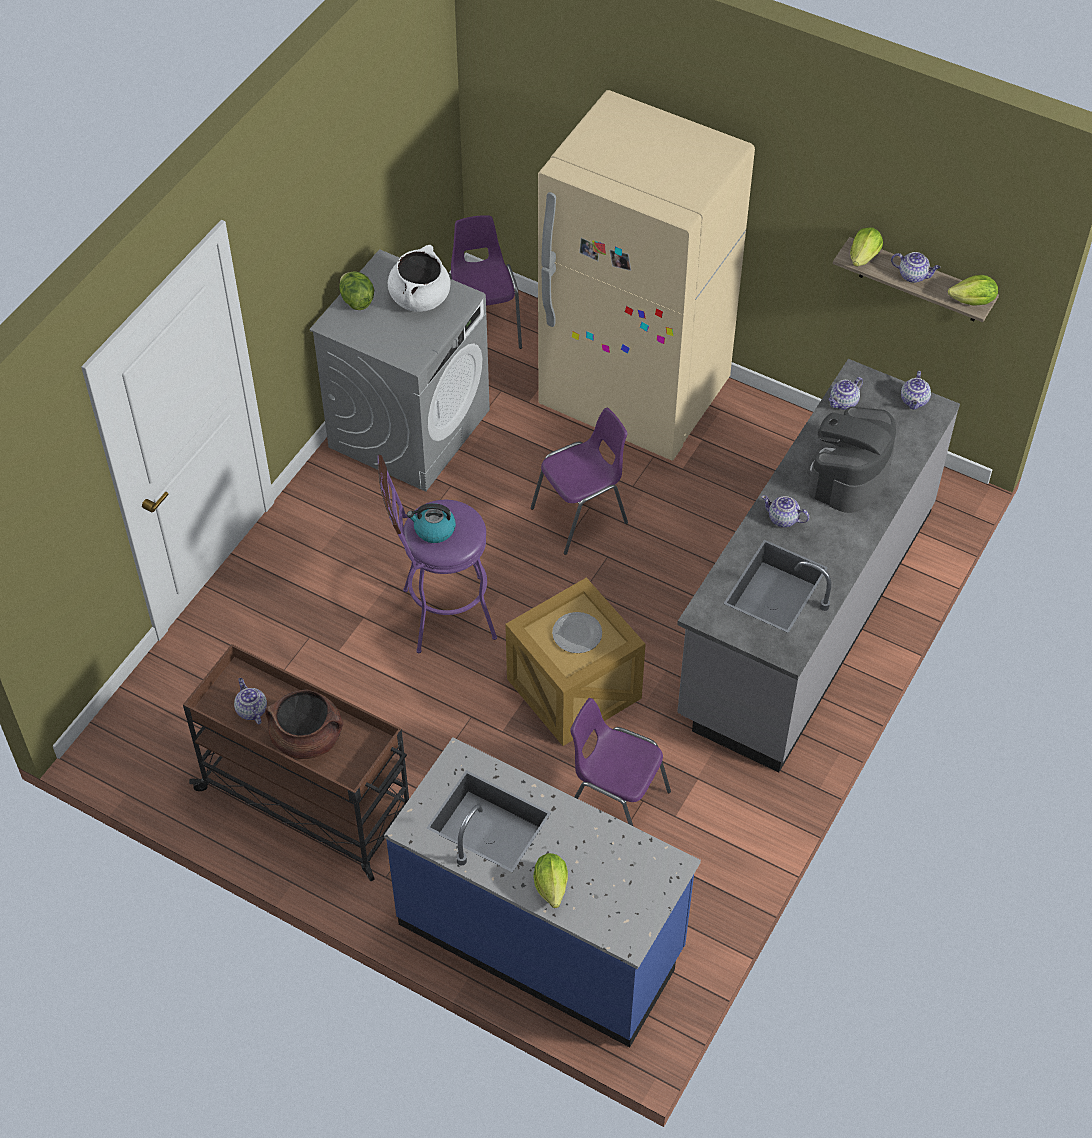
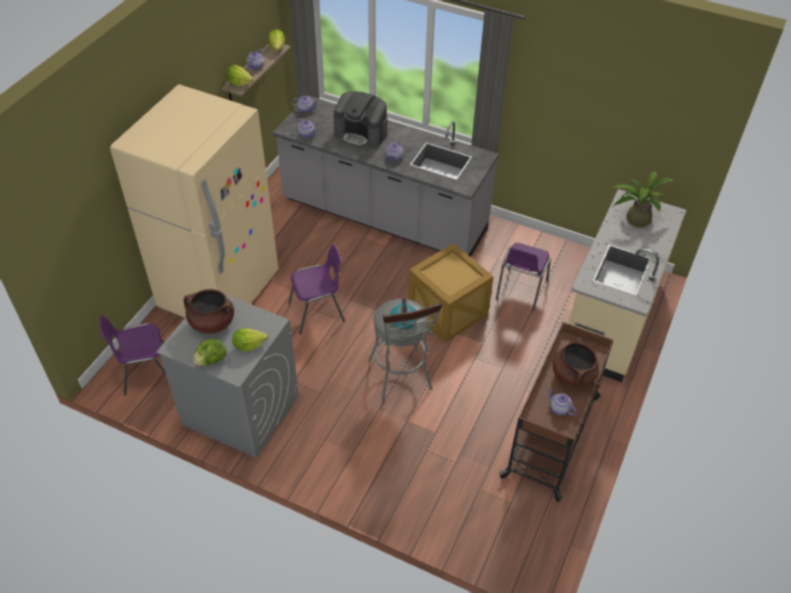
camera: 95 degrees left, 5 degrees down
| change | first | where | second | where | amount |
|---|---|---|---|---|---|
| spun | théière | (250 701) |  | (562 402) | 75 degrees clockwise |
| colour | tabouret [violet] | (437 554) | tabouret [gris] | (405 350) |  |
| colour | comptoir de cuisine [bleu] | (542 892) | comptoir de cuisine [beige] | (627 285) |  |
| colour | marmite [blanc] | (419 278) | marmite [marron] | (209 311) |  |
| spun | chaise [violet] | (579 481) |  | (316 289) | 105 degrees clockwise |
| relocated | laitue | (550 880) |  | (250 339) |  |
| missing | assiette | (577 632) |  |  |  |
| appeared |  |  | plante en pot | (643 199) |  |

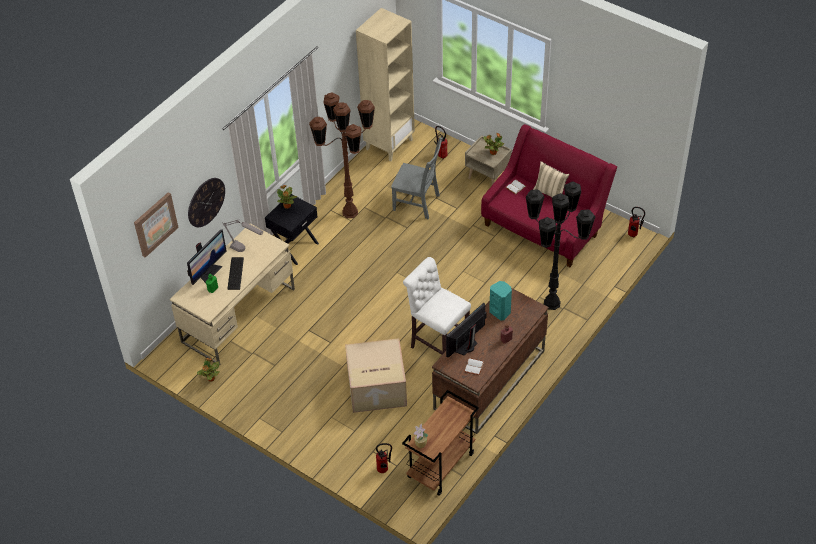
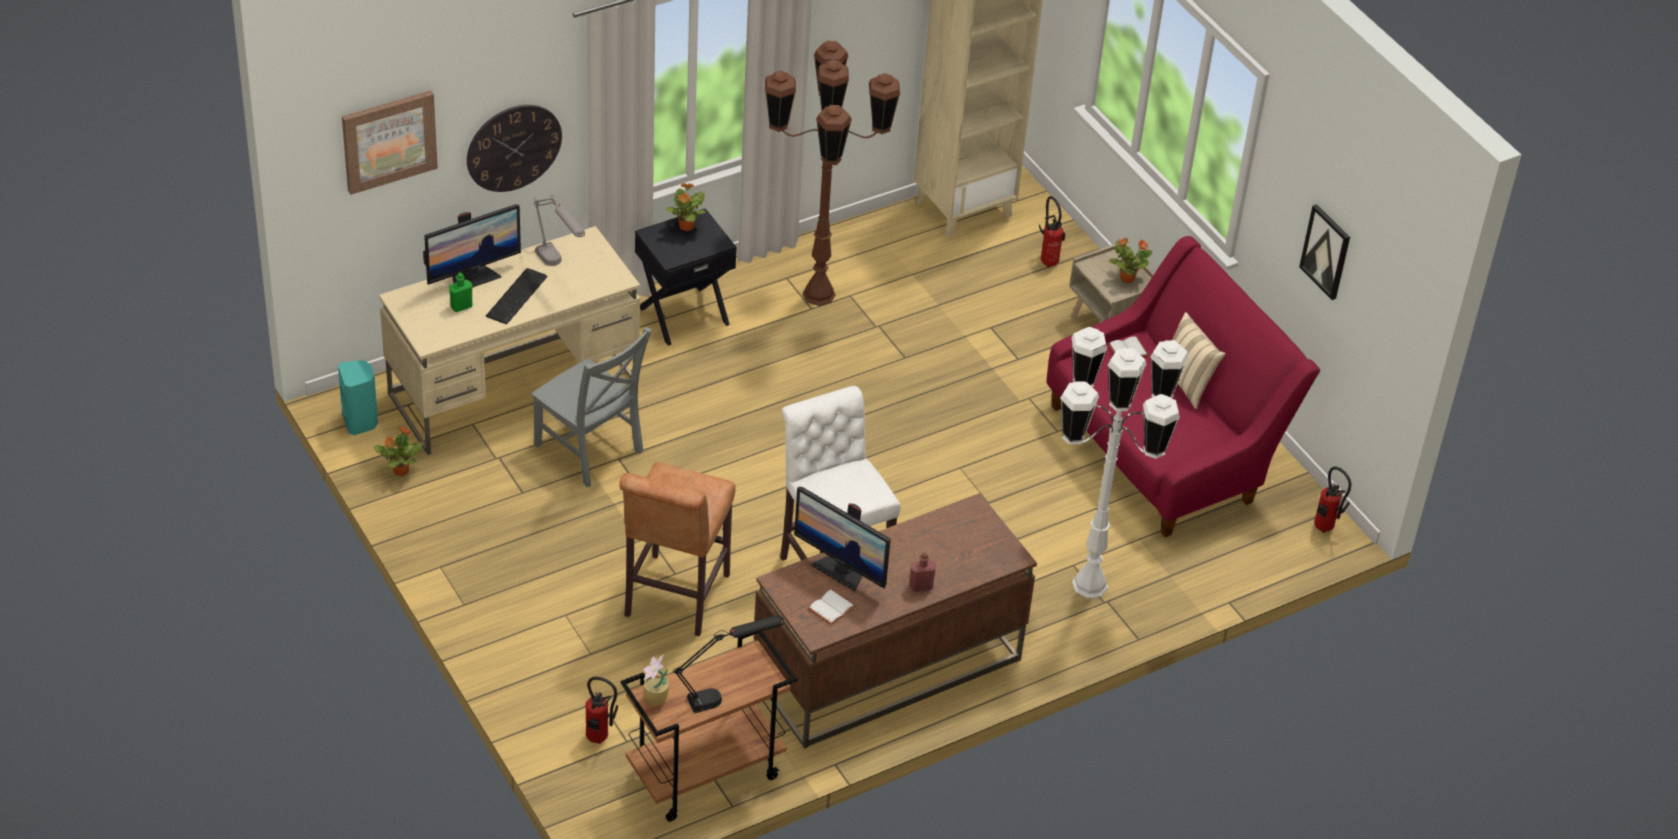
camera: 20 degrees right, 5 degrees down
| change | first | where | second | where | amount |
|---|---|---|---|---|---|
| exchanged | carton | (376 375) | tabouret [marron] | (677 549) |  |
| relocated | chaise [gris] | (417 178) |  | (591 407) |  |
| spun | écran d'ordinateur | (466 330) |  | (842 539) | 120 degrees counterclockwise |
| relocated | enceinte [turquoise] | (500 301) |  | (358 397) |  |
| colour | lampadaire [noir] | (560 246) | lampadaire [blanc] | (1124 462) |  |
| appeared |  |  | lampe de table [noir] | (728 664) |  |
| appeared |  |  | tableau | (1324 252) |  |

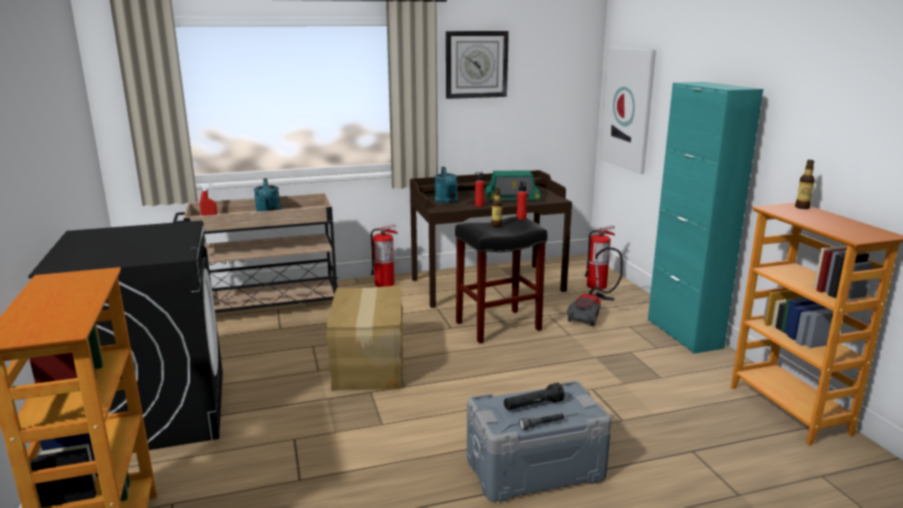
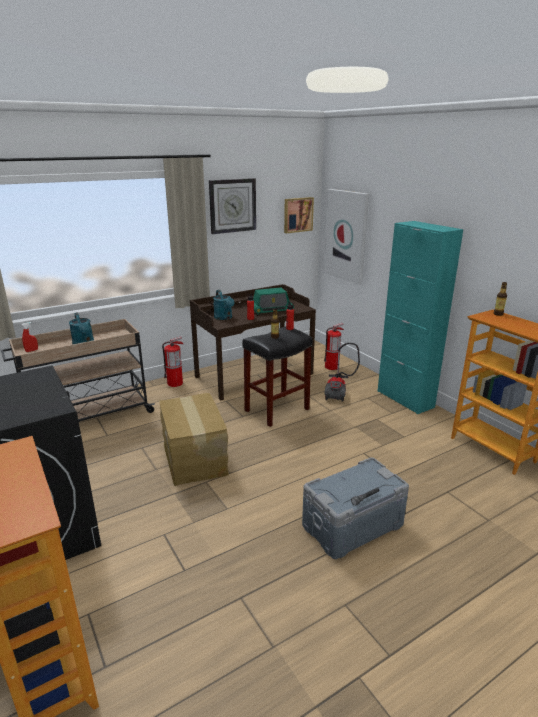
camera: 15 degrees left, 5 degrees up
| change | first | where | second | where | amount |
|---|---|---|---|---|---|
| missing | lampe de poche [noir] | (534 396) |  |  |  |
| appeared |  |  | tableau | (299 215) |  |

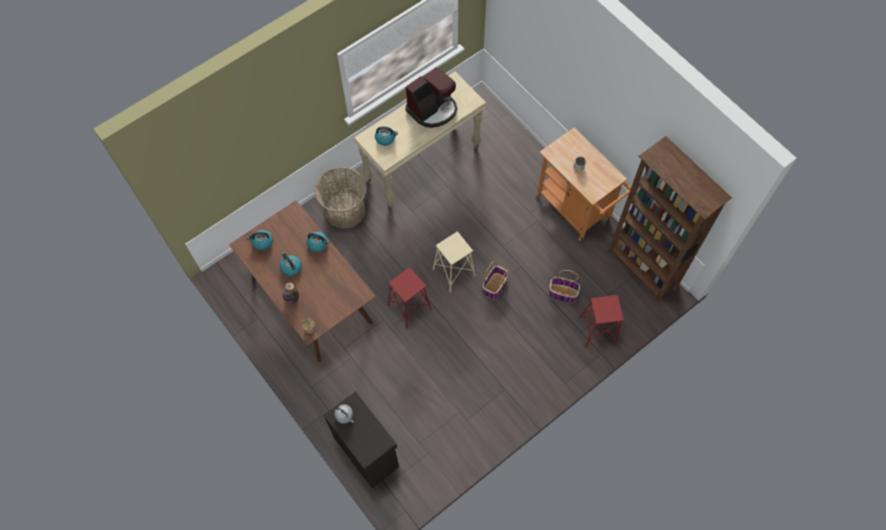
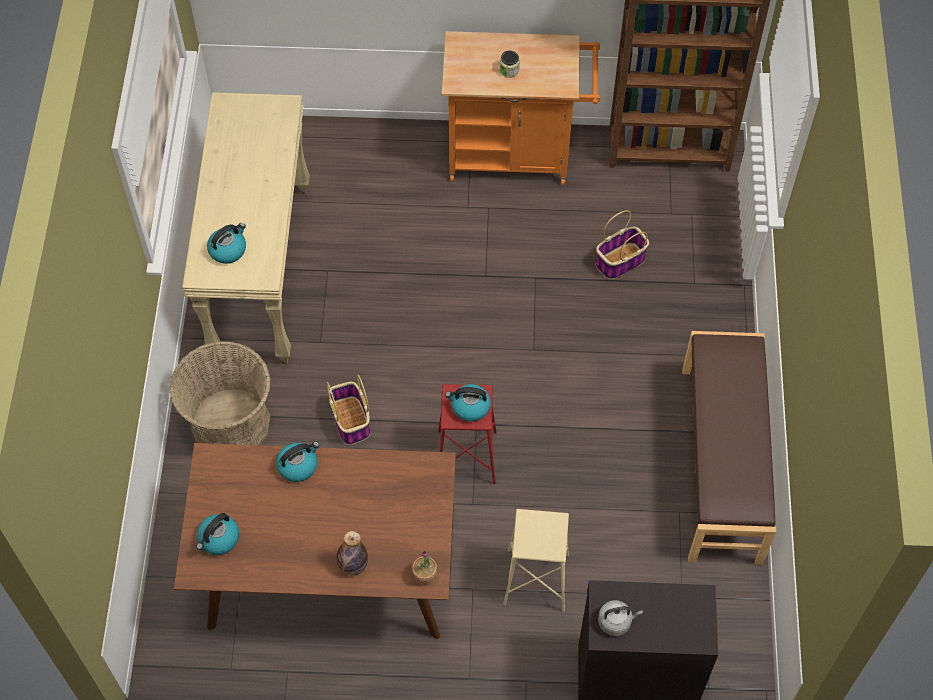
camera: 50 degrees left, 5 degrees down
| change | first | where | second | where | amount |
|---|---|---|---|---|---|
| relocated | bouilloire | (291 264) |  | (468 403) |  |
| missing | machine à café | (431 97) |  |  |  |
| relocated | tabouret [beige] | (454 262) |  | (536 560) |  |
| relocated | panier | (496 280) |  | (348 409) |  |
| missing | tabouret [rouge] | (601 321) |  |  |  |
| appeared |  |  | banc [marron] | (729 448) |  |

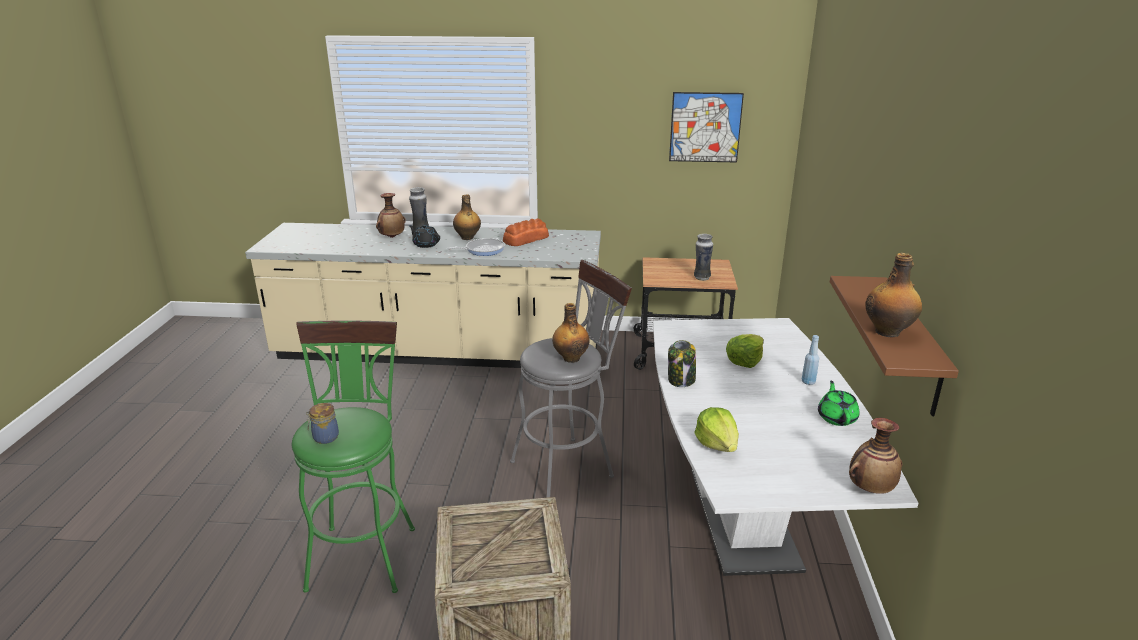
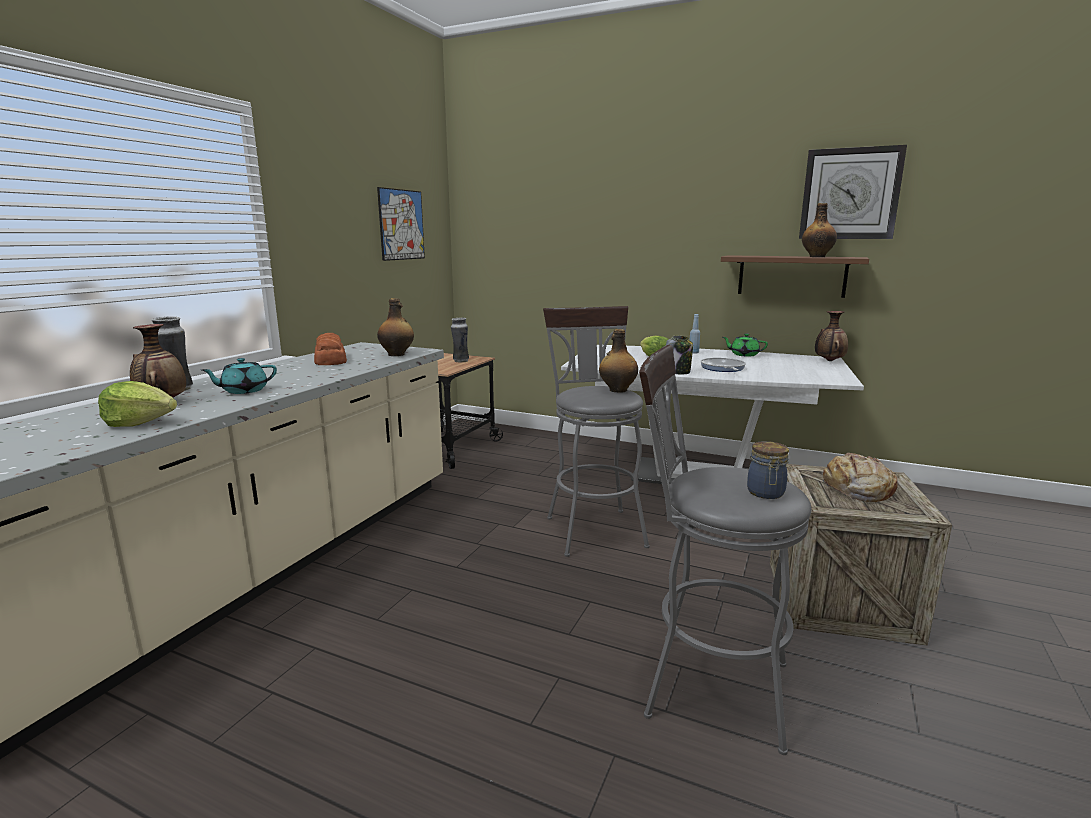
camera: 70 degrees left, 10 degrees down
| change | first | where | second | where | amount |
|---|---|---|---|---|---|
| colour | tabouret [vert] | (353 456) | tabouret [gris] | (725 549) |  |
| colour | théière [noir] | (424 236) | théière [turquoise] | (239 376) |  |
| relocated | poêle | (476 247) |  | (723 365) |  |
| relocated | bouteille | (467 217) |  | (395 327) |  |
| relocated | laitue | (716 429) |  | (137 404) |  |
| appeared |  |  | horloge murale | (853 192) |  |
| appeared |  |  | pain | (860 477) |  |

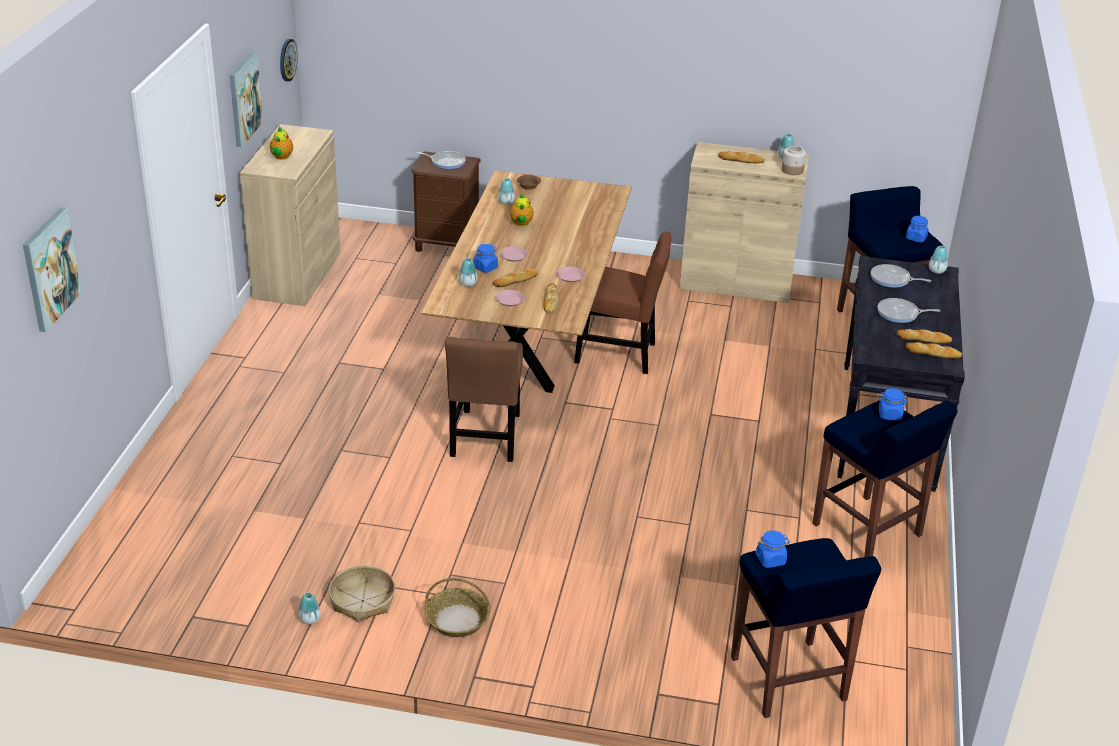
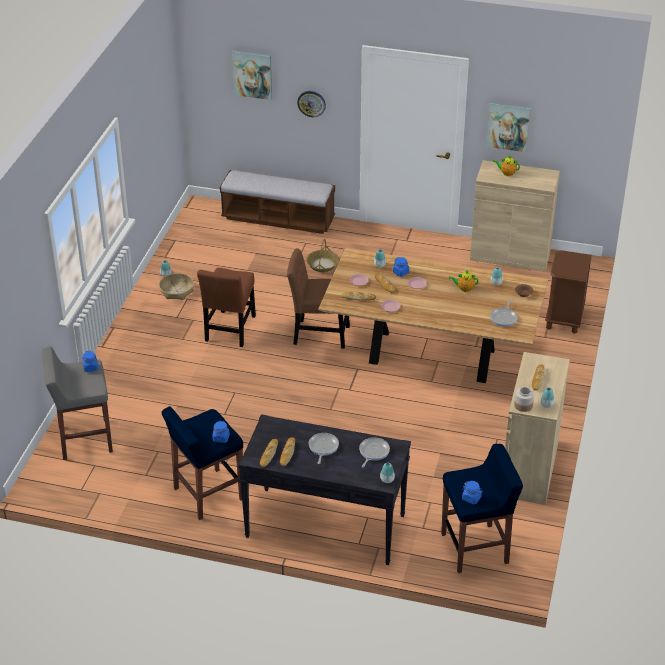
camera: 95 degrees right, 5 degrees up
| change | first | where | second | where | amount |
|---|---|---|---|---|---|
| relocated | horloge murale | (289 60) |  | (311 104) |  |
| relocated | poêle | (441 160) |  | (504 313) |  |
| relocated | panier | (458 607) |  | (322 255) |  |
| relocated | chaise [marron] | (622 302) |  | (226 307) |  |
| colour | tabouret [bleu] | (806 628) | tabouret [gris] | (77 403) |  |
| appeared |  |  | banc | (277 202) |  |

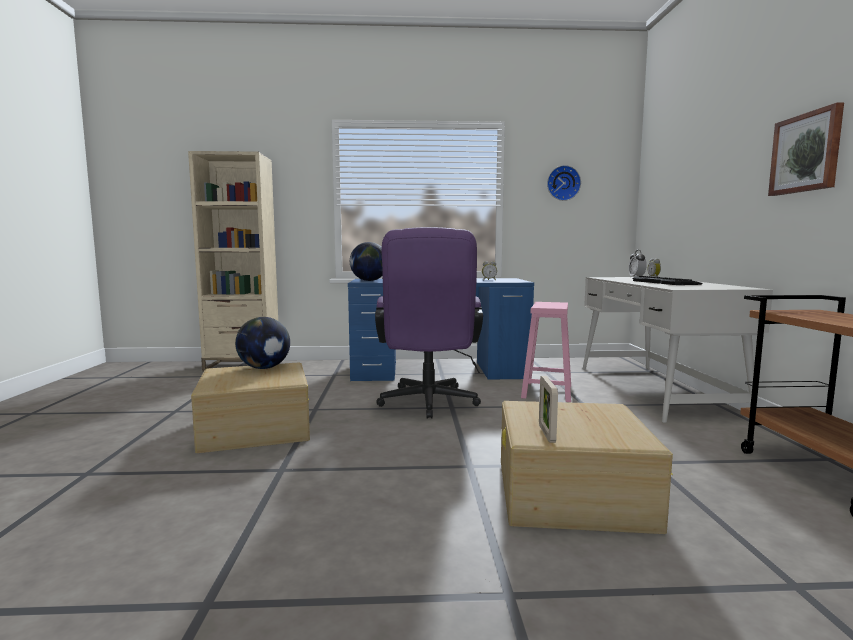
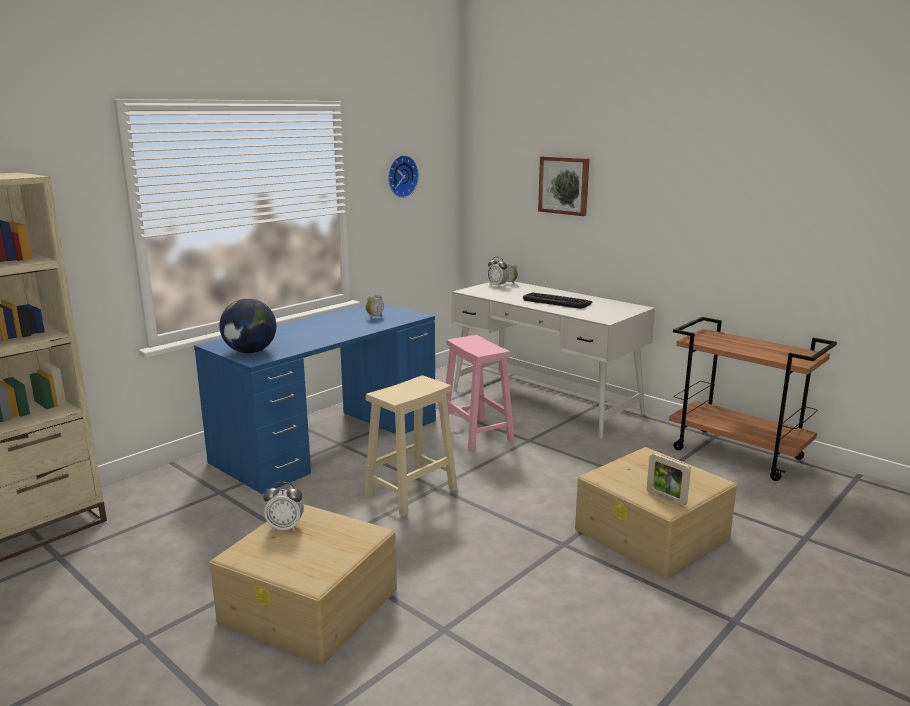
camera: 45 degrees left, 10 degrees up
| change | first | where | second | where | amount |
|---|---|---|---|---|---|
| exchanged | globe | (262 343) | réveil | (283 506) |  |
| exchanged | chaise de bureau [violet] | (429 322) | tabouret [beige] | (411 445) |  |
| relocated | tableau | (806 149) |  | (563 186) |  |

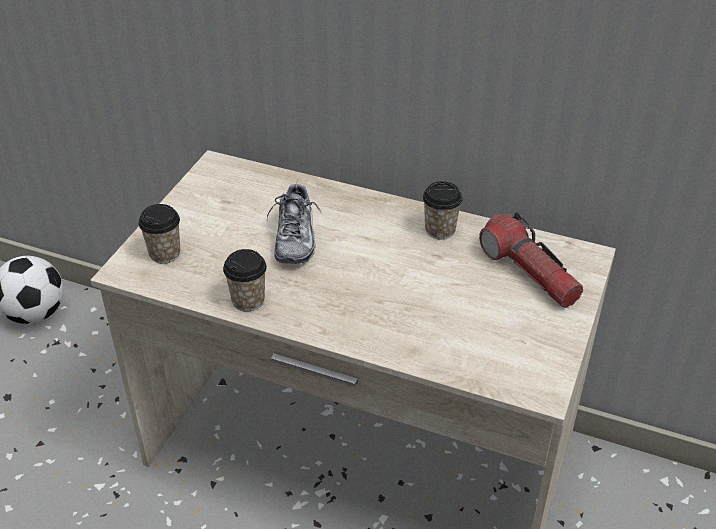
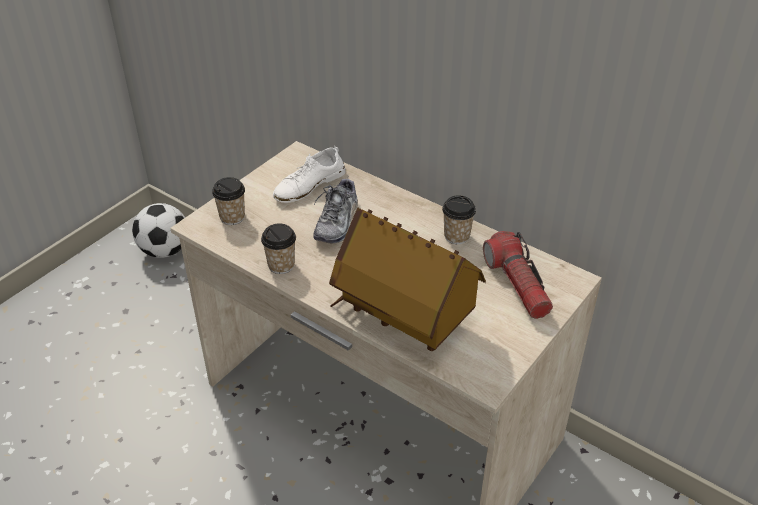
camera: 15 degrees right, 0 degrees up
| change | first | where | second | where | amount |
|---|---|---|---|---|---|
| appeared |  |  | chaussure [blanc] | (309 174) |  |
| appeared |  |  | maison miniature | (407 279) |  |

